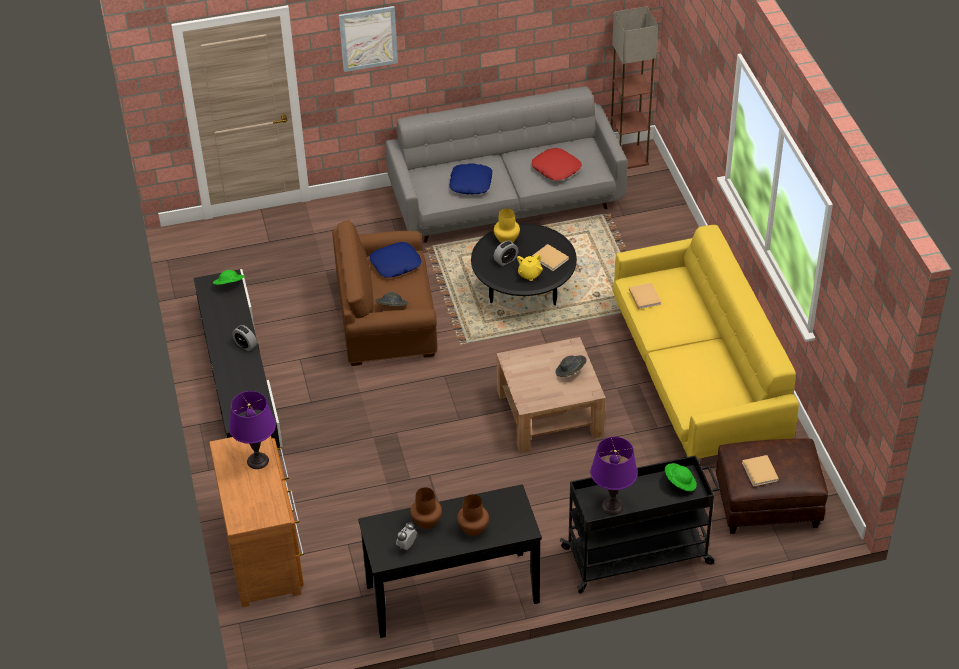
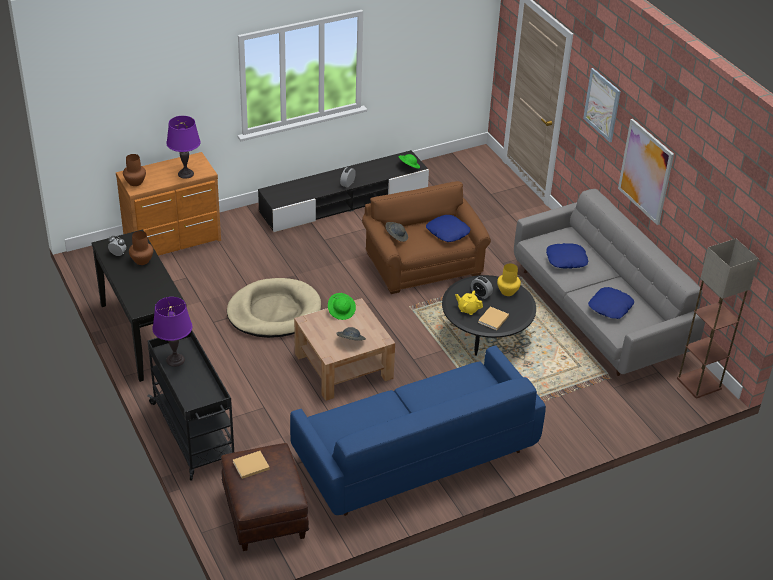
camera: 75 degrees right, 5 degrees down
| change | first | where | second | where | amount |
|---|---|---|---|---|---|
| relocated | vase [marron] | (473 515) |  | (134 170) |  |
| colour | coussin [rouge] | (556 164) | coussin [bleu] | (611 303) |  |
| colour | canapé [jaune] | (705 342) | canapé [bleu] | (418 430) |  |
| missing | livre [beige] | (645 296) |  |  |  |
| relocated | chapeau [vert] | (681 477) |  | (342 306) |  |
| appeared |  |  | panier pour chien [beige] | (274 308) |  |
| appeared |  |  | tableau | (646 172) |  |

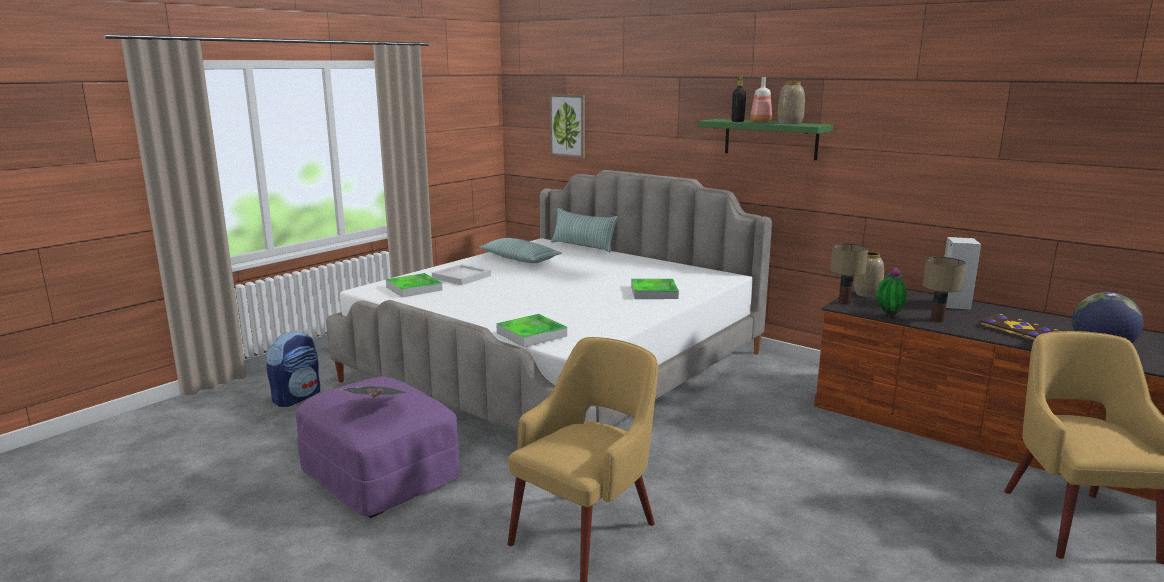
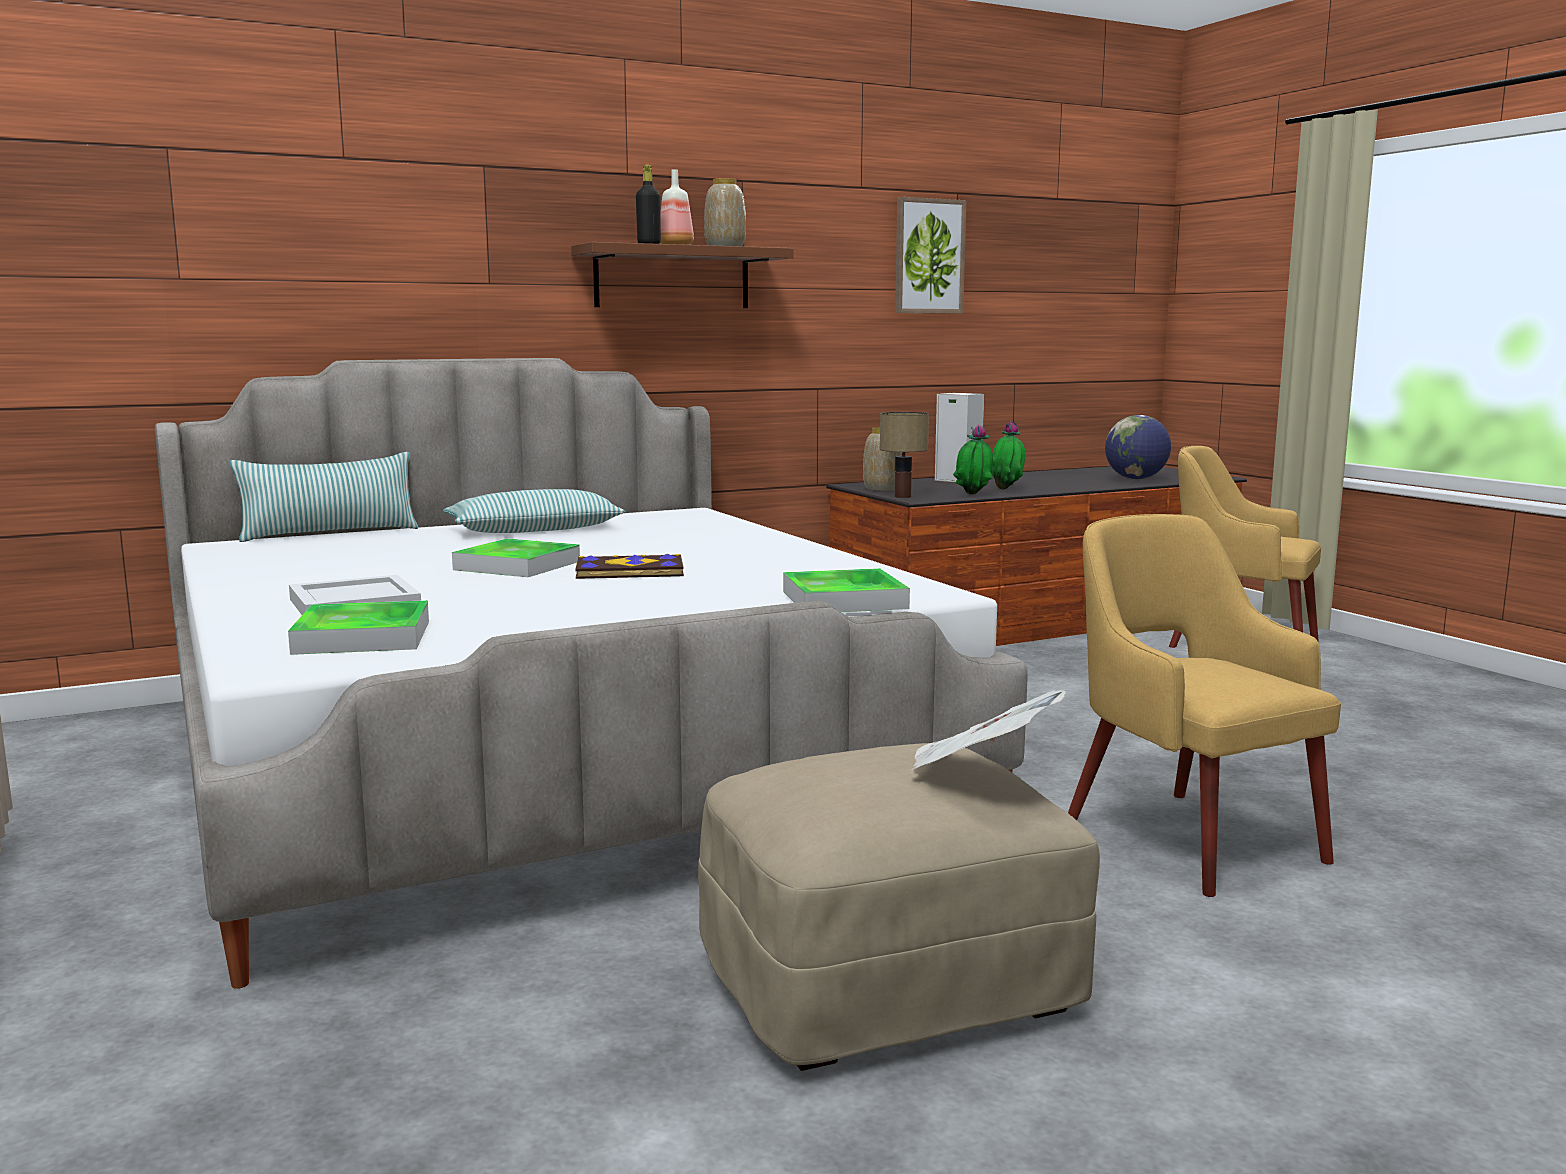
camera: 65 degrees left, 5 degrees down
| change | first | where | second | where | amount |
|---|---|---|---|---|---|
| missing | sac à dos | (293 368) |  |  |  |
| colour | pouf [violet] | (378 447) | pouf [beige] | (899 907) |  |
| relocated | coussin | (520 250) |  | (534 511) |  |
| relocated | tableau | (567 126) |  | (930 255) |  |
| relocated | plateau | (655 289) |  | (516 557) |  |
| colour | étagère [vert] | (765 139) | étagère [marron] | (682 275) |  |
| exchanged | lampe de table | (944 289) | plante en pot | (1008 455) |  |
| relocated | livre | (1019 327) |  | (629 566) |  |

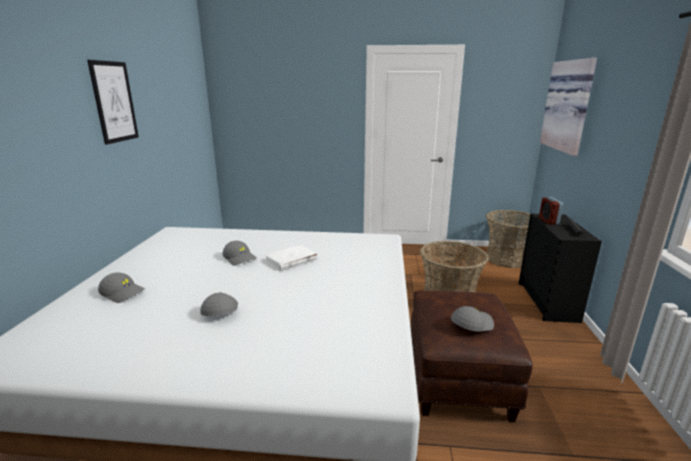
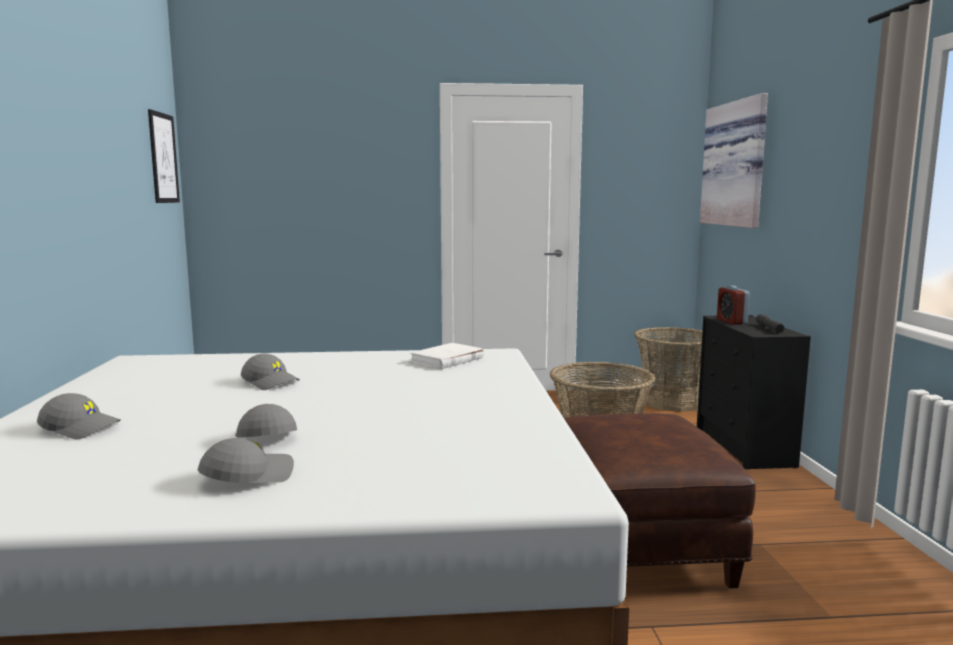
camera: 10 degrees left, 10 degrees down
| change | first | where | second | where | amount |
|---|---|---|---|---|---|
| relocated | tableau | (113 102) |  | (164 156) |  |
| relocated | livre [blanc] | (290 258) |  | (446 356) |  |
| relocated | casquette [gris] | (472 319) |  | (246 460) |  |

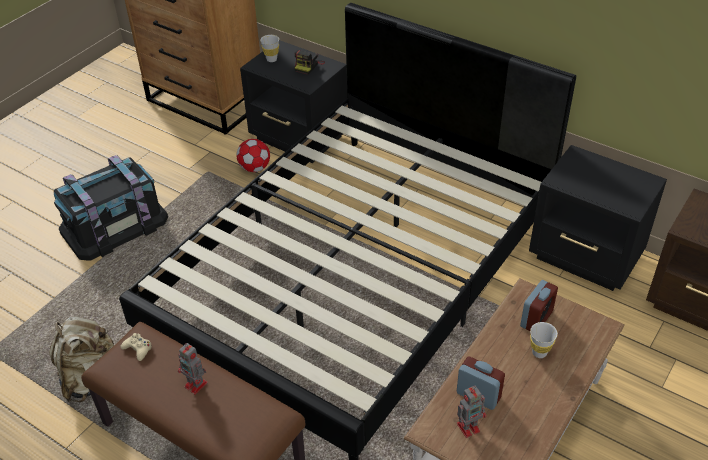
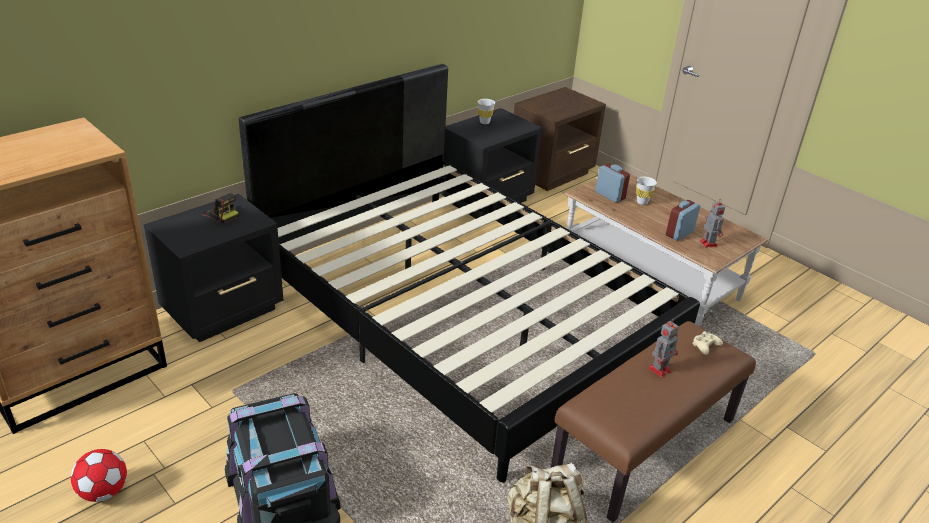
camera: 80 degrees left, 10 degrees down
| change | first | where | second | where | amount |
|---|---|---|---|---|---|
| relocated | manette [beige] | (136 347) |  | (708 343) |  |
| relocated | ballon de foot | (253 155) |  | (99 475) |  |
| relocated | tasse [blanc] | (269 48) |  | (486 111) |  |

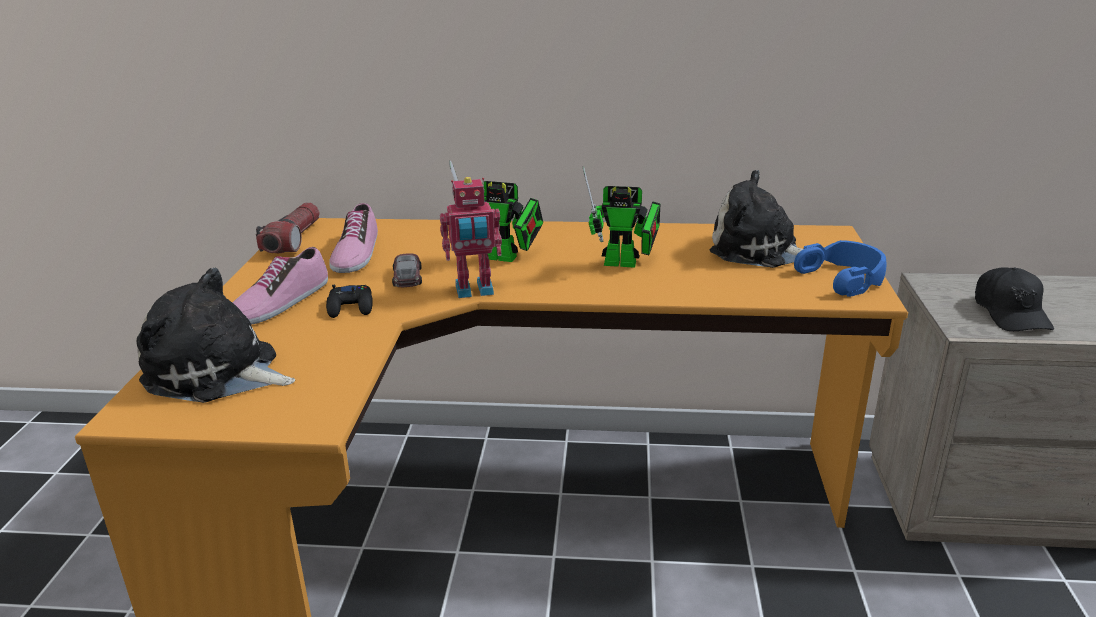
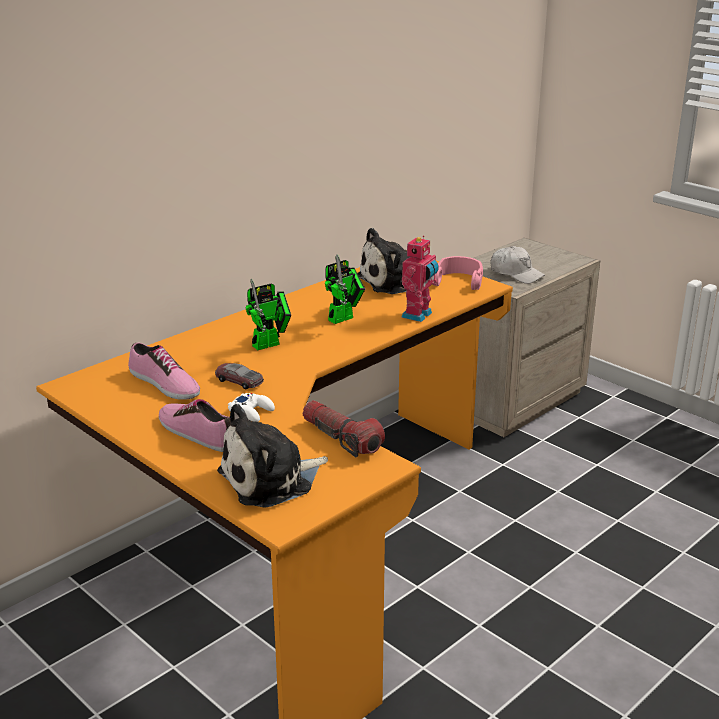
camera: 50 degrees left, 0 degrees up
| change | first | where | second | where | amount |
|---|---|---|---|---|---|
| spun | chaussure | (280 286) |  | (195 425) | 150 degrees clockwise |
| relocated | lampe de poche | (288 227) |  | (344 428) |  |
| colour | manette [noir] | (349 301) | manette [blanc] | (251 407) |  |
| relocated | robot jouet | (471 237) |  | (420 278) |  |
| colour | casque audio [bleu] | (840 268) | casque audio [rose] | (458 273) |  |
| colour | casquette [noir] | (1014 299) | casquette [blanc] | (518 265) |  |

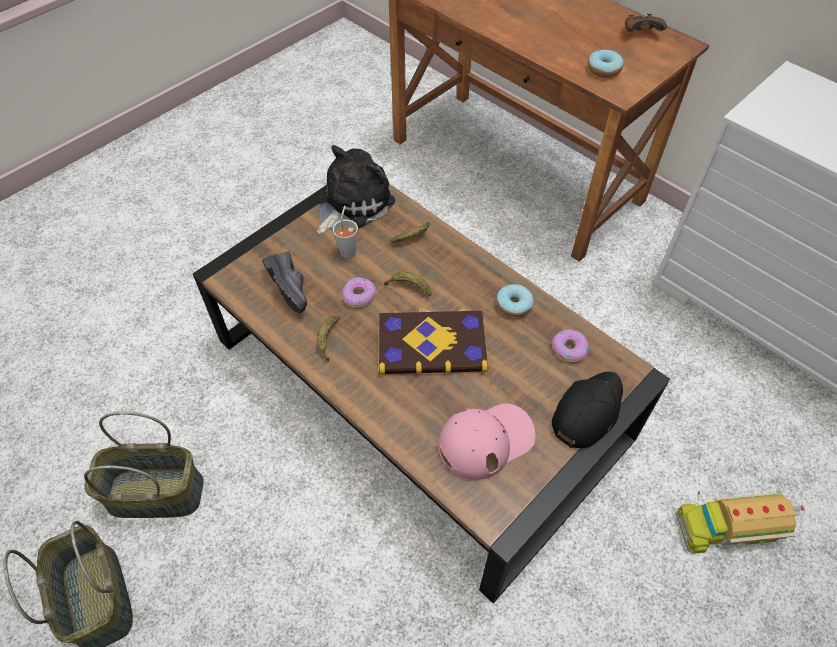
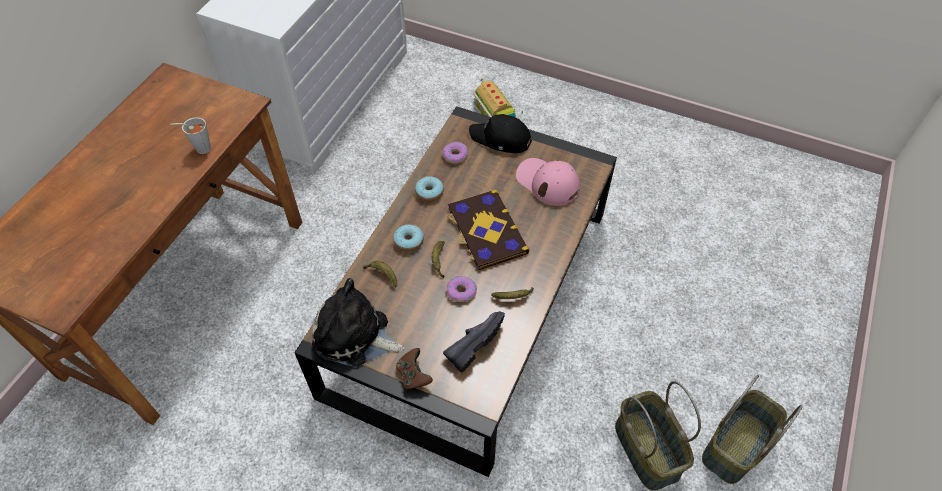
camera: 110 degrees left, 0 degrees up
| change | first | where | second | where | amount |
|---|---|---|---|---|---|
| relocated | tasse [gris] | (345 232) |  | (190 135) |  |
| relocated | beignet | (606 64) |  | (408 238) |  |
| relocated | manette [marron] | (646 23) |  | (414 368) |  |

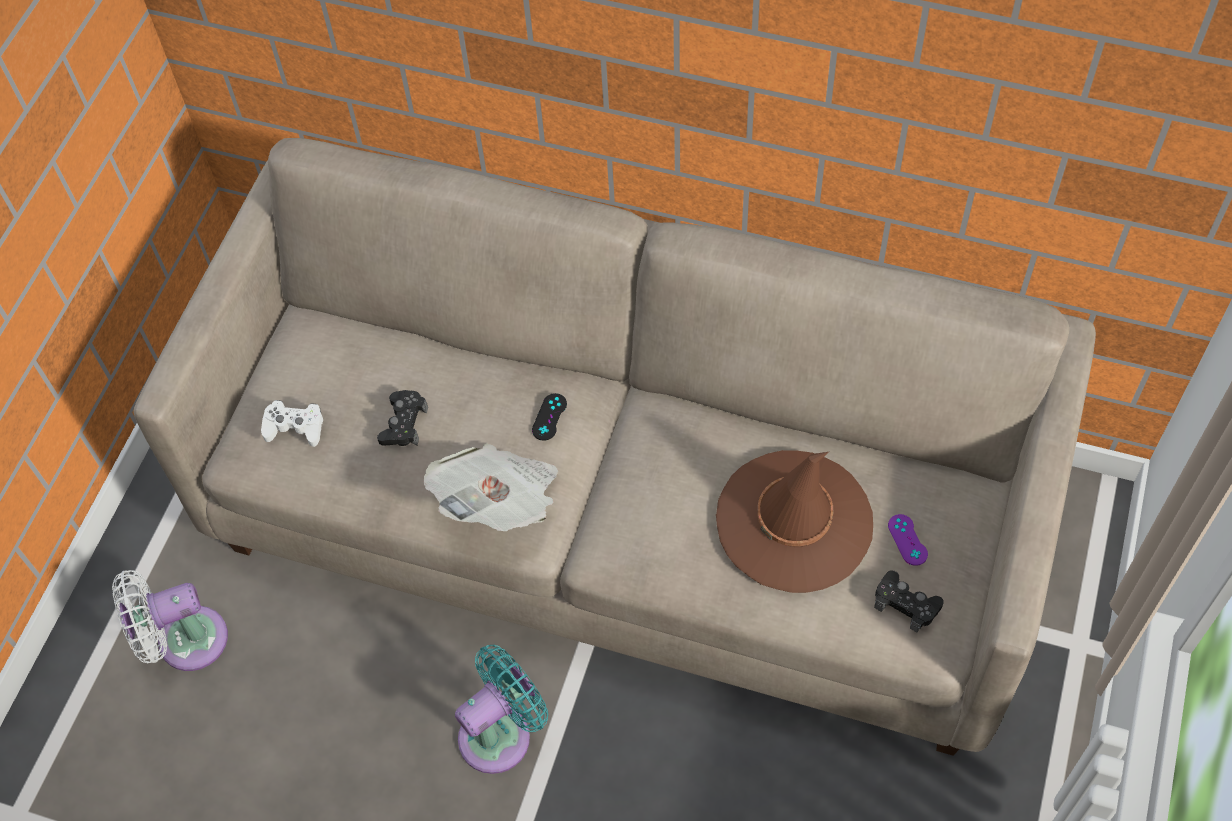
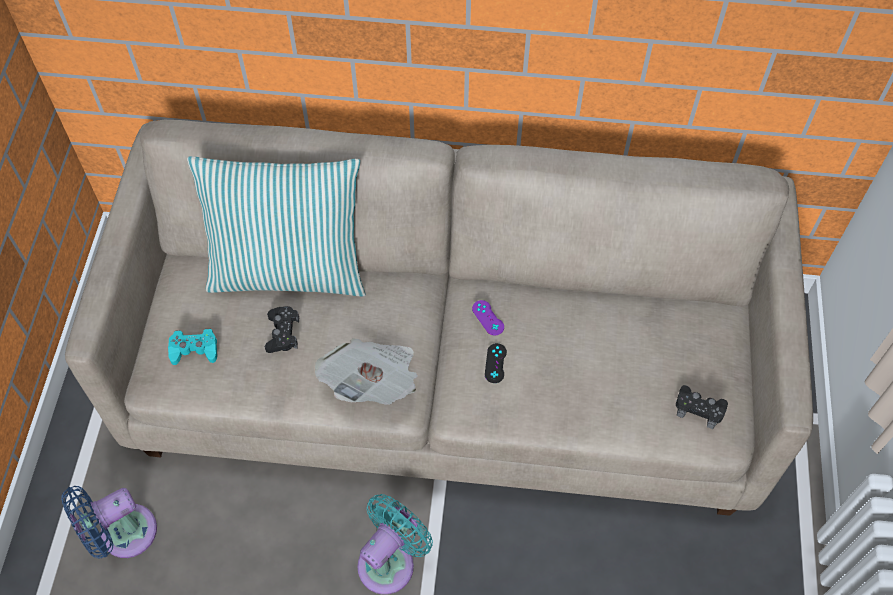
camera: 15 degrees left, 0 degrees up
| change | first | where | second | where | amount |
|---|---|---|---|---|---|
| colour | ventilateur [blanc] | (170 620) | ventilateur [bleu] | (109 522) |  |
| colour | manette [blanc] | (292 423) | manette [turquoise] | (192 347) |  |
| relocated | manette [noir] | (549 417) |  | (496 363) |  |
| missing | chapeau [marron] | (794 521) |  |  |  |
| relocated | manette [violet] | (908 540) |  | (488 317) |  |
| appeared |  |  | coussin | (276 226) |  |

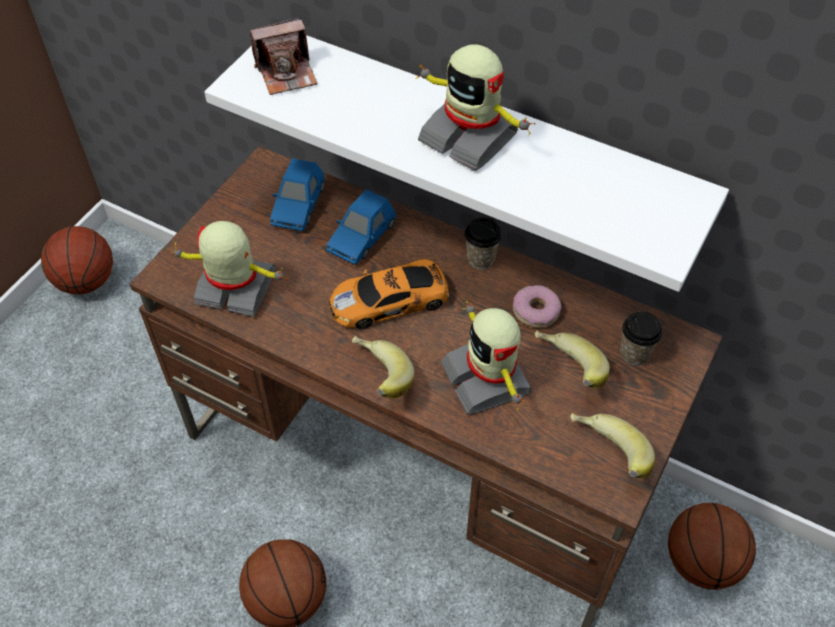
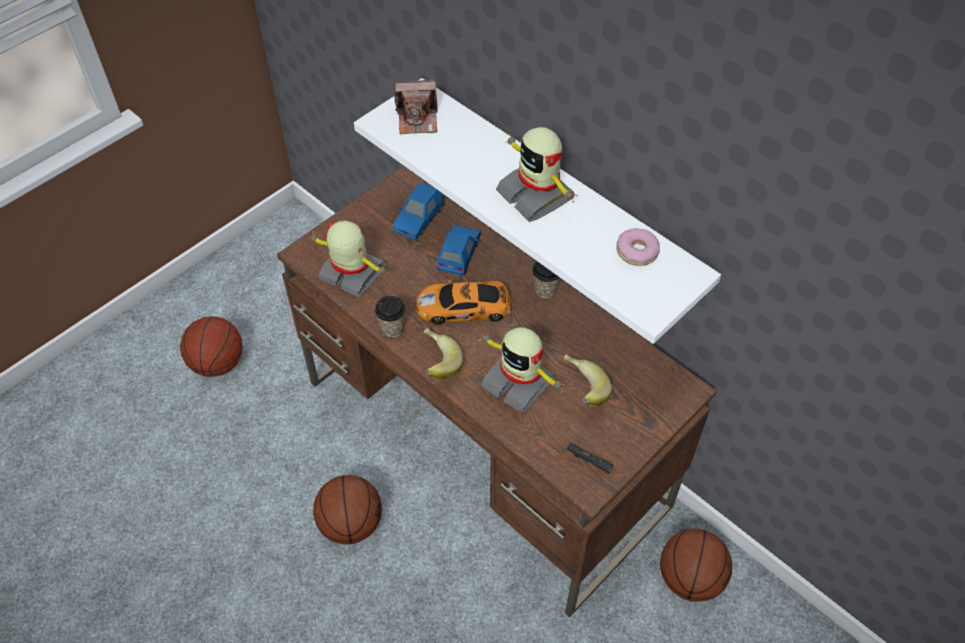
camera: 15 degrees right, 0 degrees up
| change | first | where | second | where | amount |
|---|---|---|---|---|---|
| relocated | ballon de basket | (77 260) |  | (211 347) |  |
| spun | petite voiture [bleu] | (361 227) |  | (459 250) | 150 degrees clockwise |
| spun | robot jouet | (486 357) |  | (522 370) | 45 degrees counterclockwise |
| relocated | beignet | (537 306) |  | (638 247) |  |
| exchanged | banane | (612 445) | lampe de poche [noir] | (590 458) |  |
| relocated | tasse | (641 338) |  | (390 316) |  |

